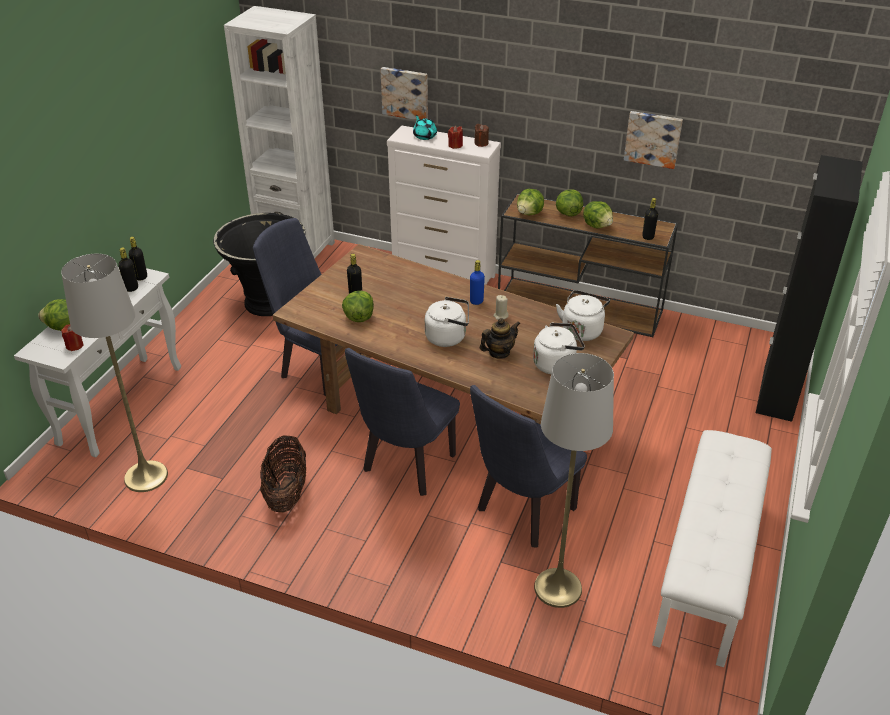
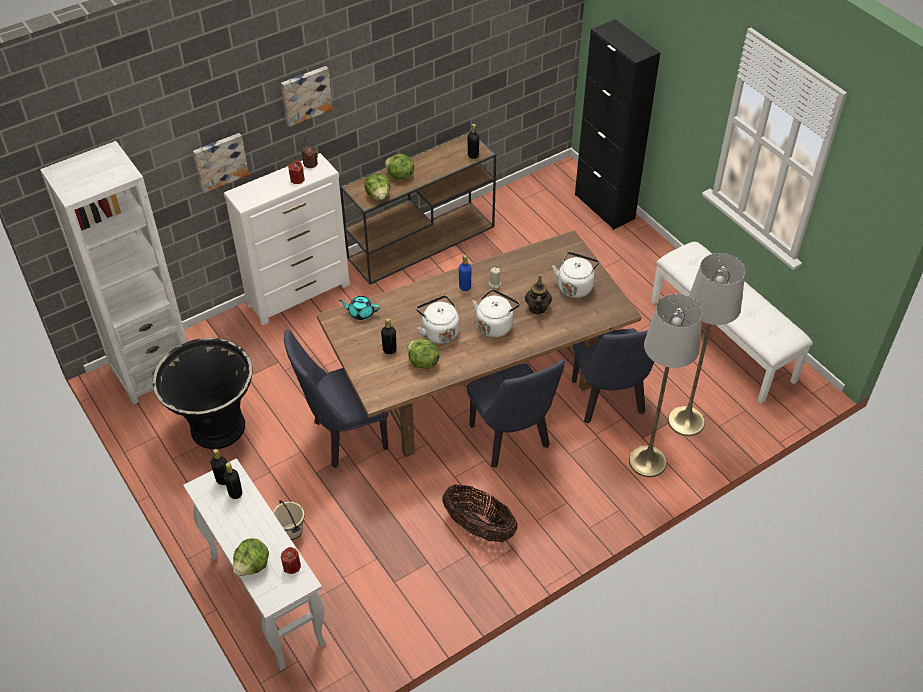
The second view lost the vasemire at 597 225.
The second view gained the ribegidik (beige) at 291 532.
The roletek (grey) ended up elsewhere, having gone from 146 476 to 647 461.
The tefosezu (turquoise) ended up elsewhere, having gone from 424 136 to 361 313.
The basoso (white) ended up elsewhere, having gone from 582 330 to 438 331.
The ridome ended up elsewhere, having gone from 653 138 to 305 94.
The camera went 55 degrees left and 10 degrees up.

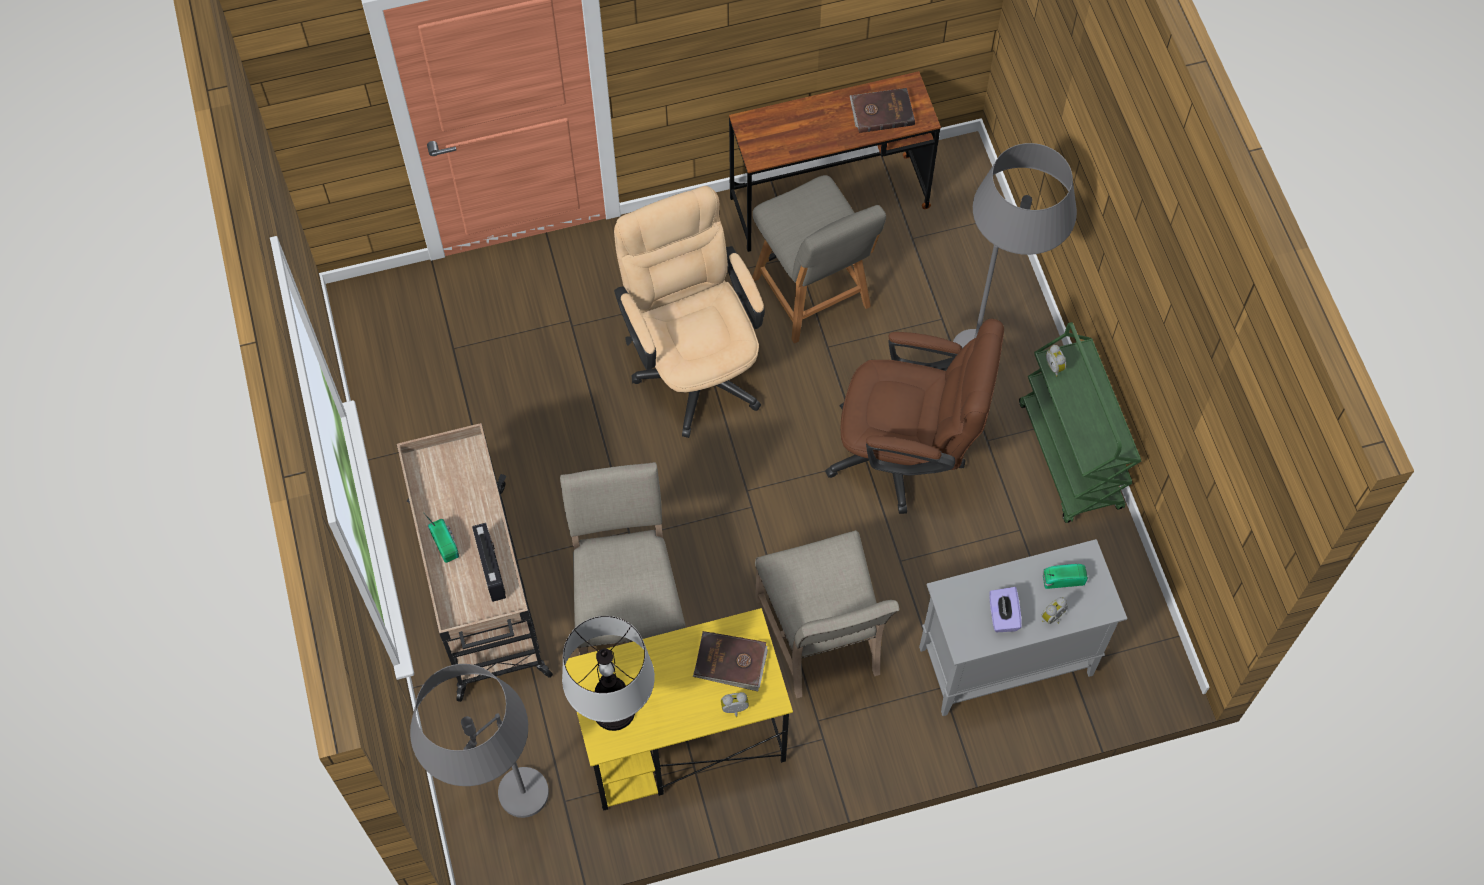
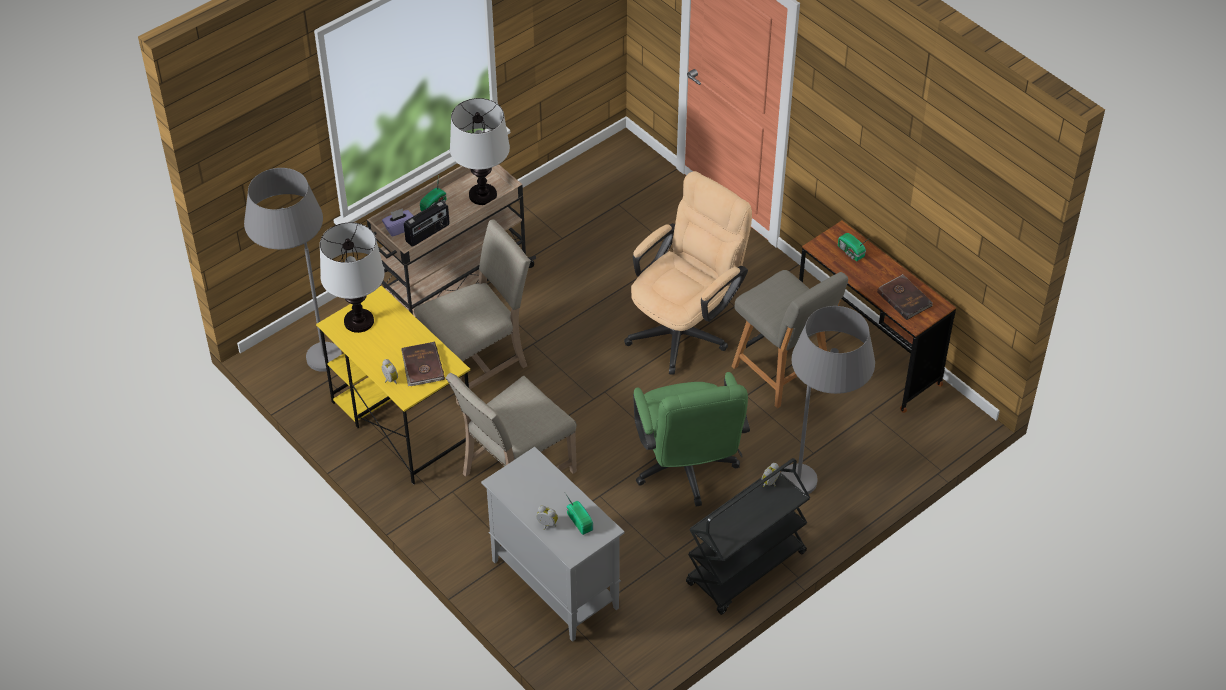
The second view gained the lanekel at 483 195.
The second view gained the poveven at 851 252.
The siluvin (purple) ended up elsewhere, having gone from 1003 616 to 399 228.
What was the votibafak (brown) at 907 455 turned into the votibafak (green) at 686 471.
What was the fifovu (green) at 1070 457 turned into the fifovu (black) at 746 569.
The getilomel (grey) at 813 295 ended up facing another way, 75 degrees counterclockwise from before.
The camera went 65 degrees right and 15 degrees down.

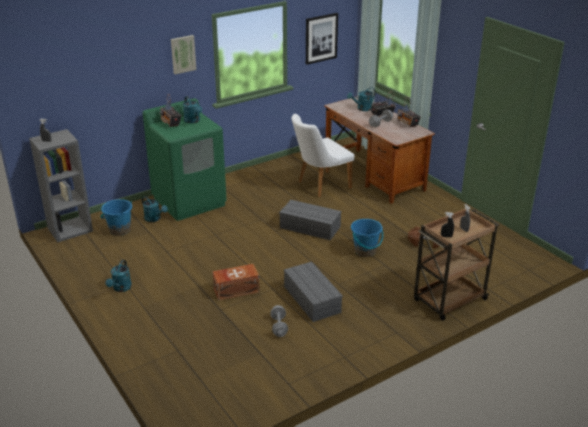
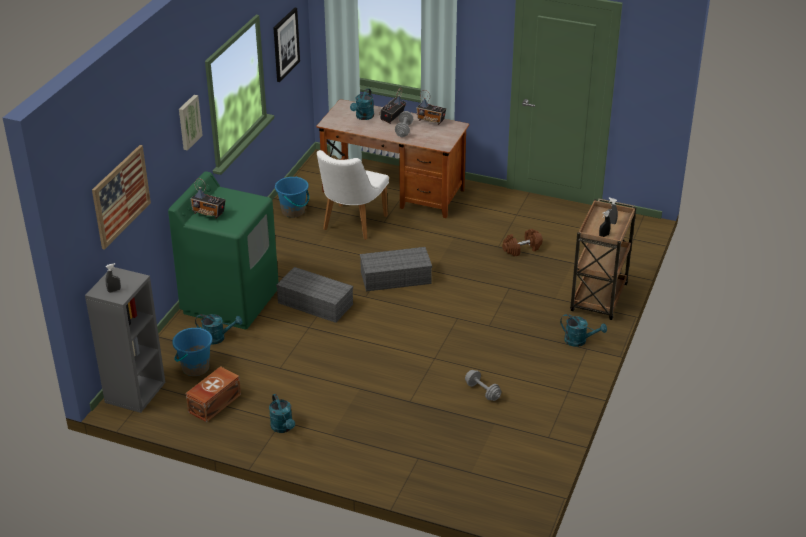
The second view gained the ridome at 121 196.
The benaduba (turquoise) ended up elsewhere, having gone from 193 121 to 579 341.
The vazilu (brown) ended up elsewhere, having gone from 235 290 to 213 403.
The vazilu (grey) ended up elsewhere, having gone from 311 299 to 314 303.
The ribegidik (blue) ended up elsewhere, having gone from 365 251 to 293 211.
The camera went 35 degrees left and 5 degrees up.

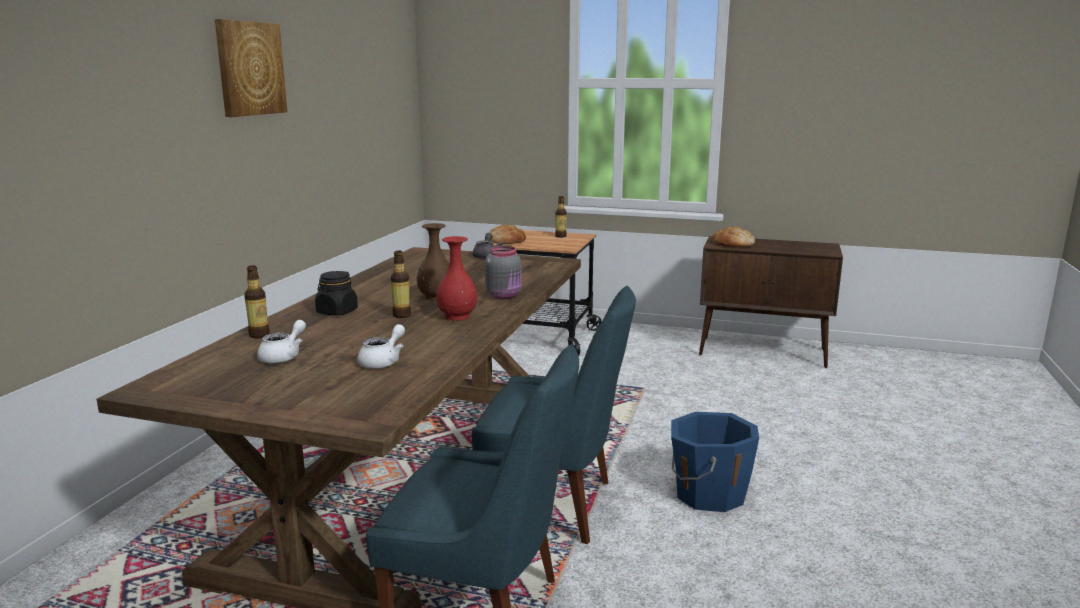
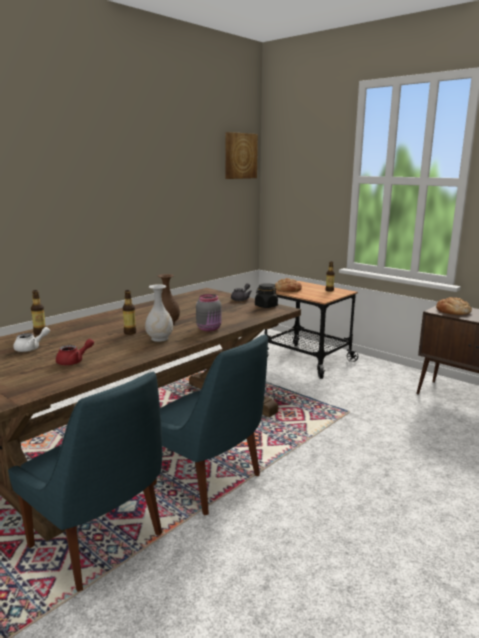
The second view lost the ribegidik (blue) at 708 493.
The ridome ended up elsewhere, having gone from 249 68 to 240 156.
The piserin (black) ended up elsewhere, having gone from 337 312 to 266 306.
What was the tefosezu (white) at 383 362 turned into the tefosezu (red) at 74 361.
What was the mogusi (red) at 457 316 turned into the mogusi (white) at 160 338.
The camera went 25 degrees right and 0 degrees up.

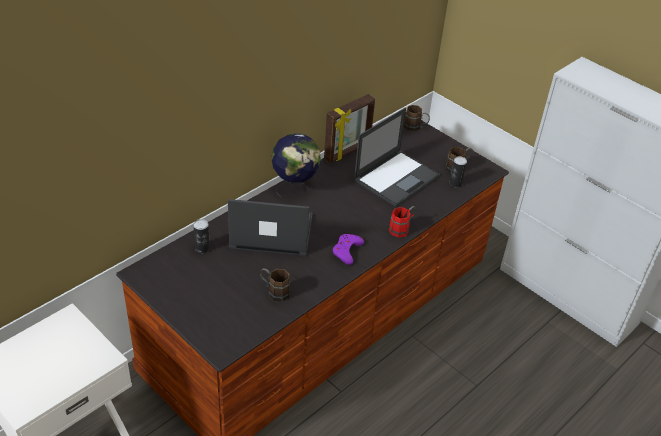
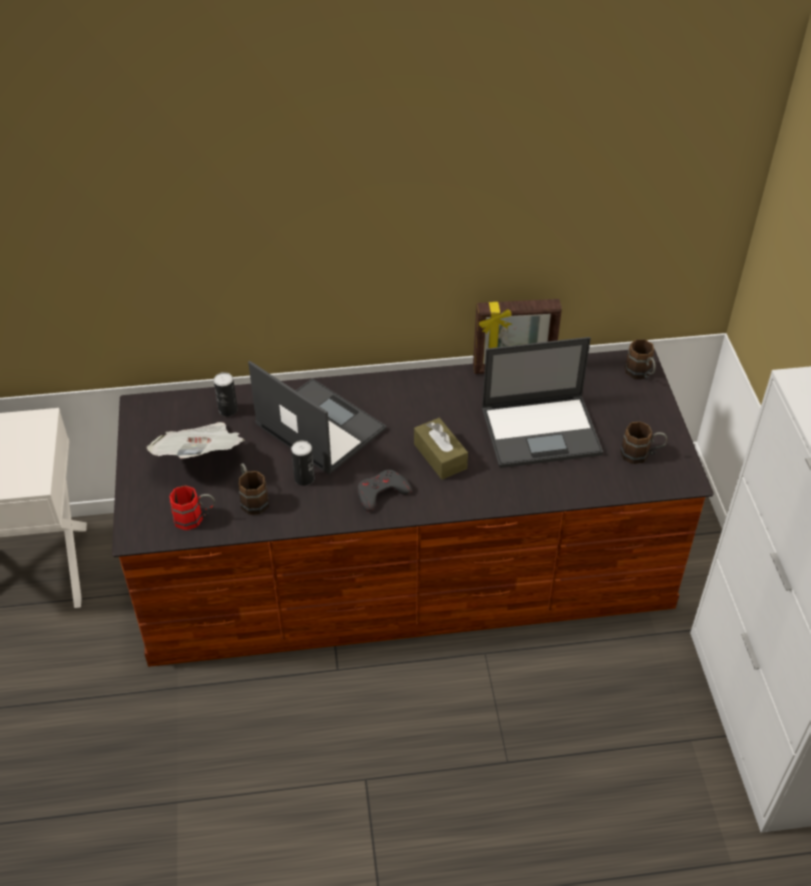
The second view lost the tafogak at 295 187.
The second view gained the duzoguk at 201 457.
The second view gained the siluvin (brown) at 440 456.
The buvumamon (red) ended up elsewhere, having gone from 402 229 to 195 518.
The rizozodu ended up elsewhere, having gone from 455 183 to 304 478.
What was the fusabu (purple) at 347 251 turned into the fusabu (grey) at 381 493.
The camera went 40 degrees right and 5 degrees up.

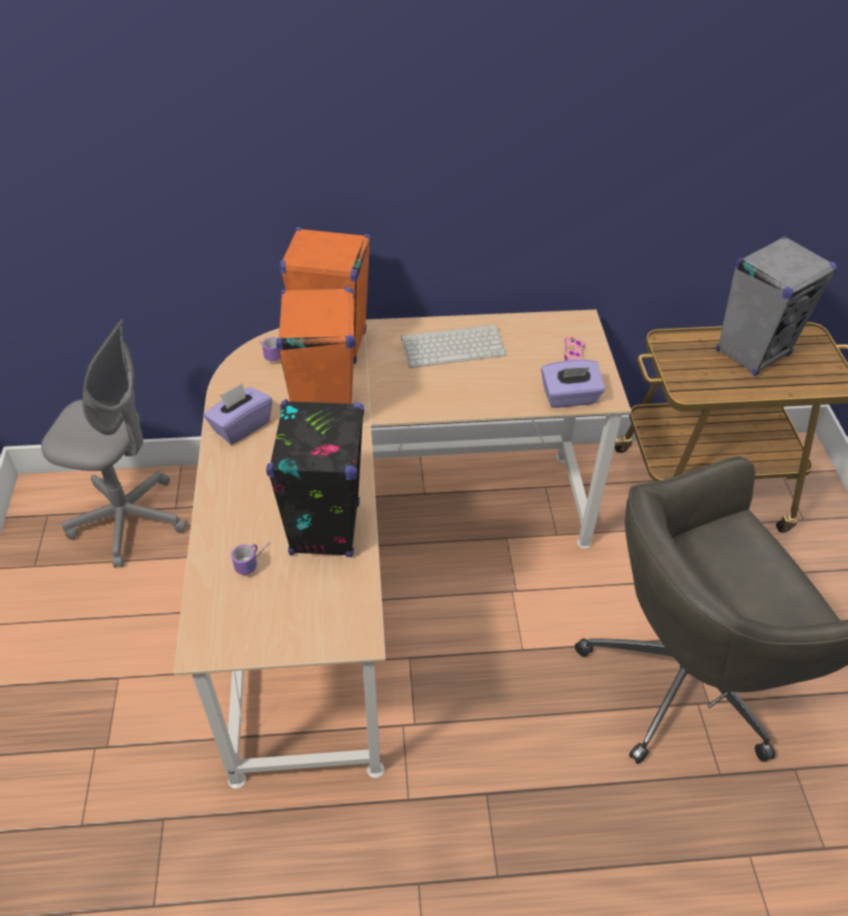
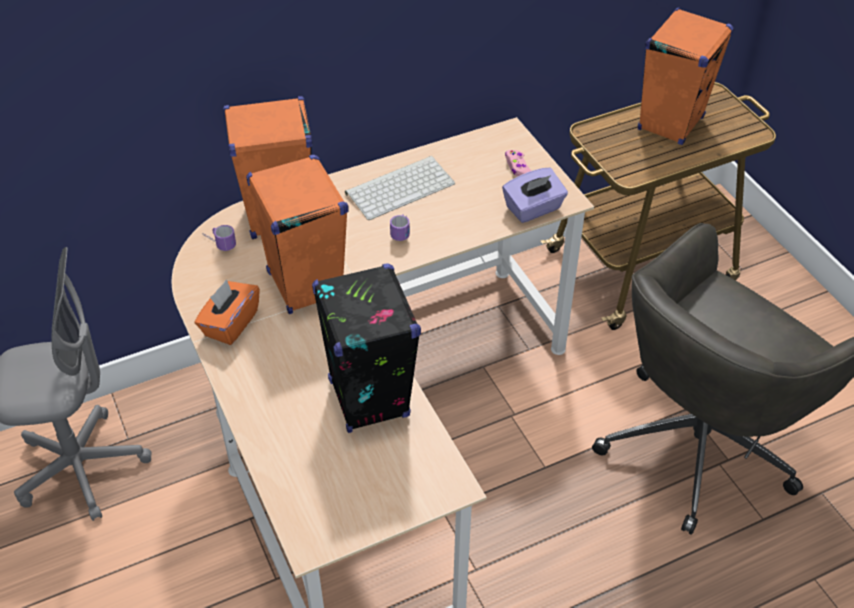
The buvumamon ended up elsewhere, having gone from 255 560 to 402 231.
What was the siluvin (purple) at 241 426 turned into the siluvin (orange) at 230 324.
What was the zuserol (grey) at 753 352 turned into the zuserol (orange) at 670 123.
The camera went 20 degrees left and 0 degrees up.

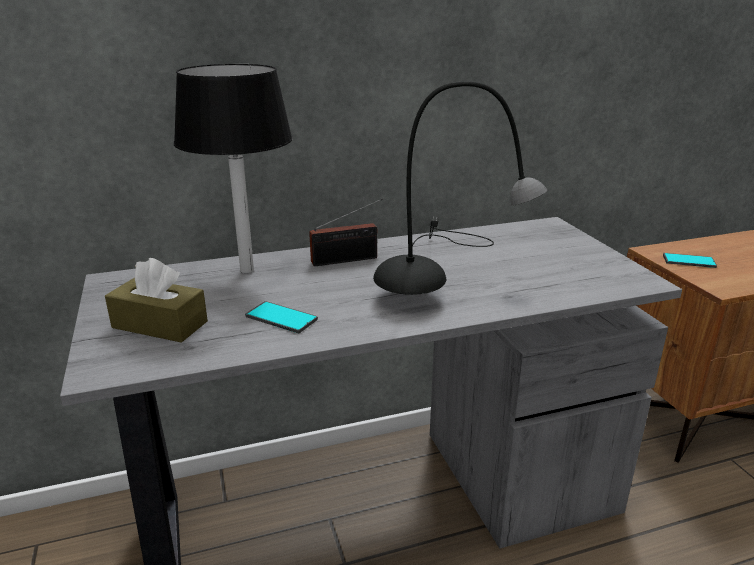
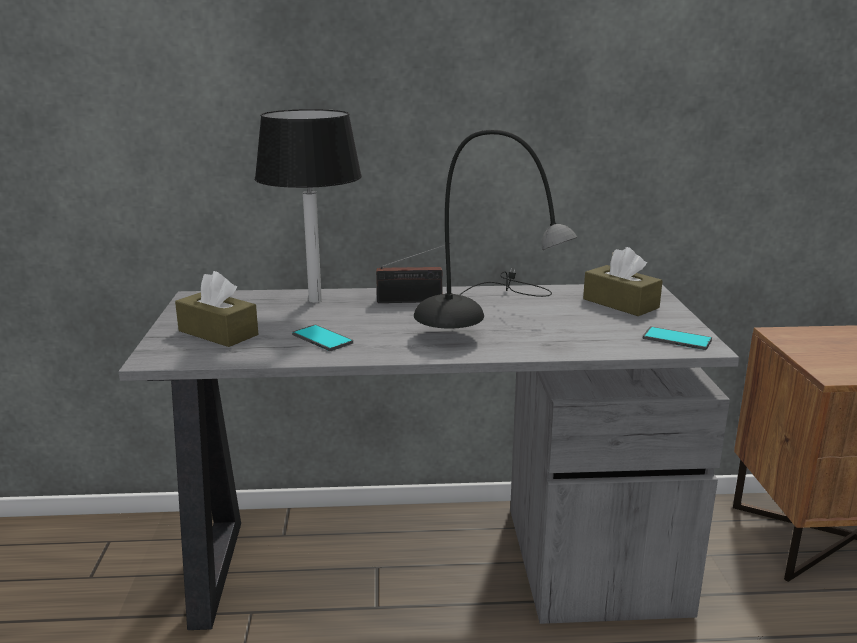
The second view gained the siluvin (brown) at 620 303.
The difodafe ended up elsewhere, having gone from 689 261 to 676 339.
The camera went 15 degrees right and 5 degrees down.

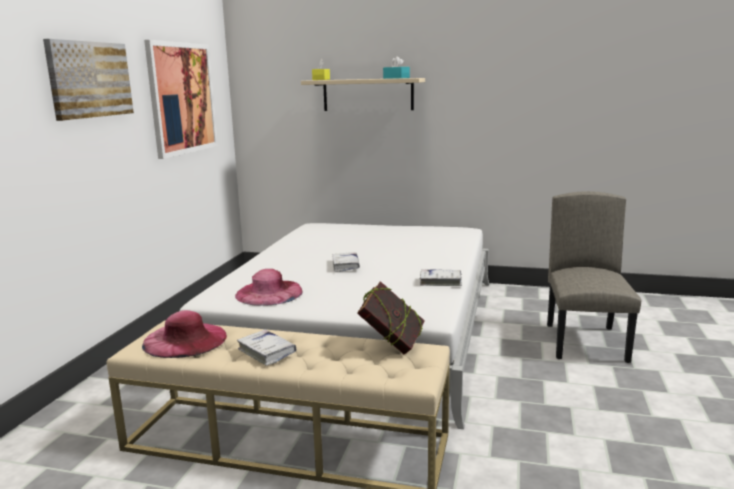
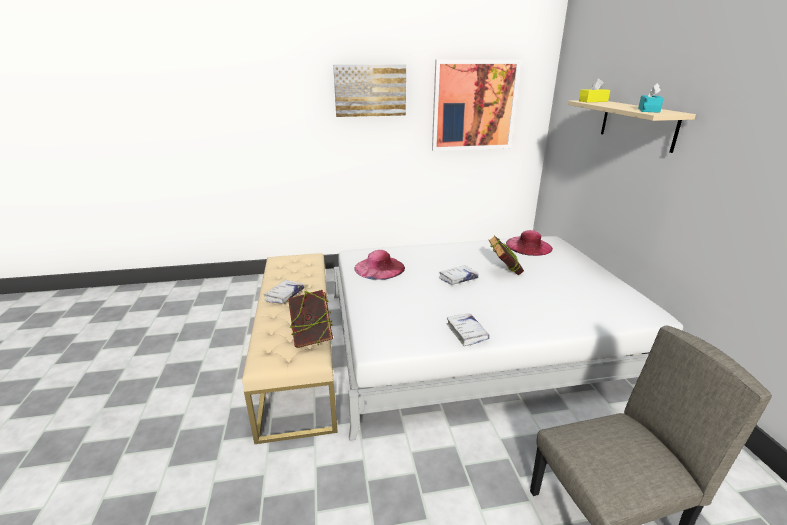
The second view gained the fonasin at 504 272.
The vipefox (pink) ended up elsewhere, having gone from 185 339 to 529 246.
The camera went 65 degrees right and 10 degrees up.

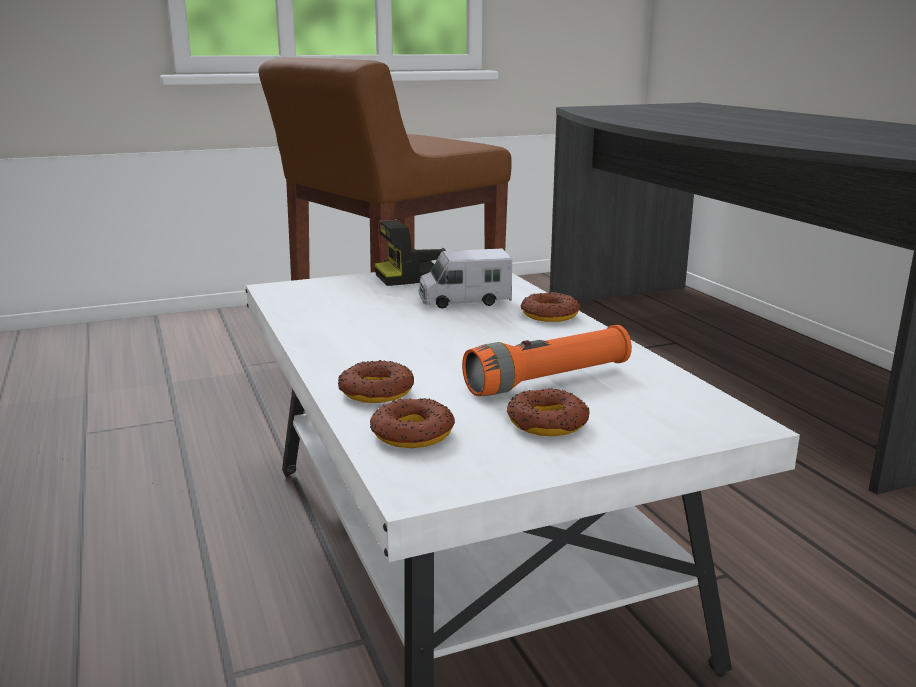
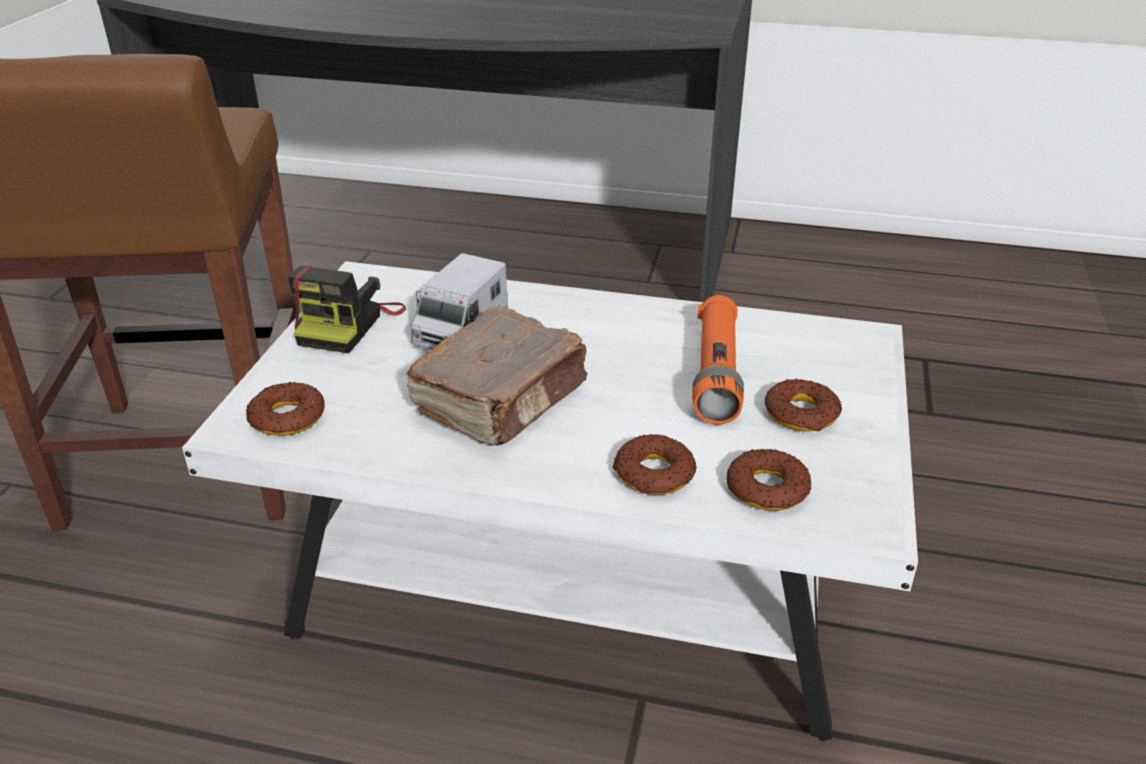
The second view gained the fonasin (brown) at 503 399.
The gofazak ended up elsewhere, having gone from 549 315 to 287 417.
The camera went 55 degrees left and 15 degrees up.

